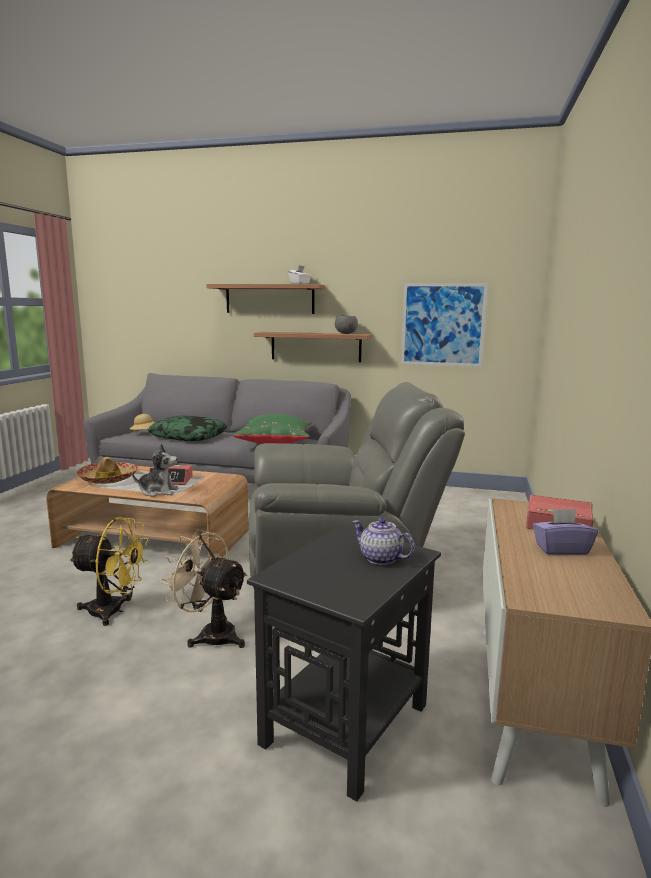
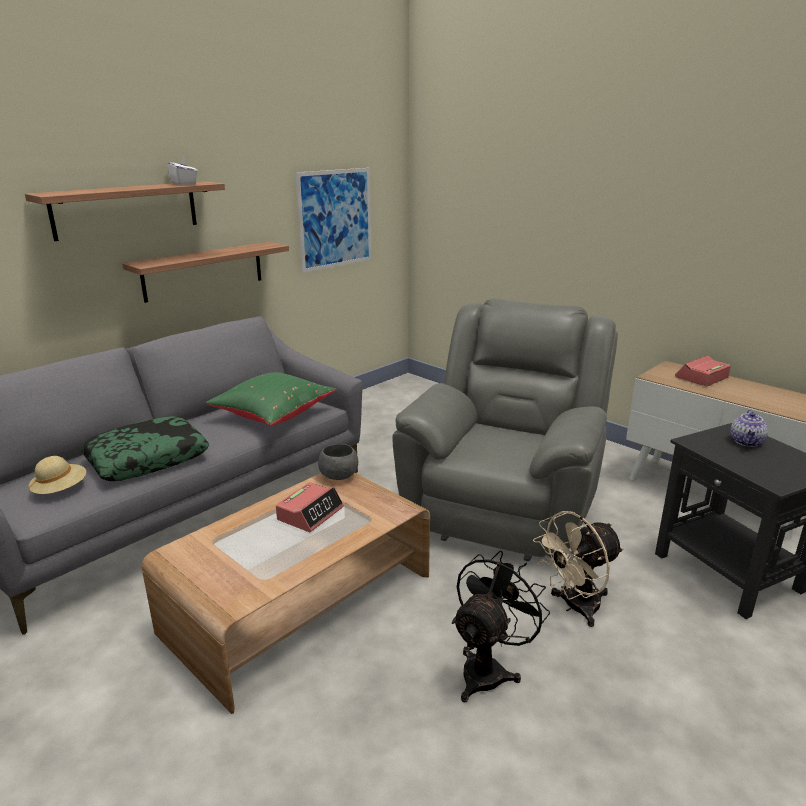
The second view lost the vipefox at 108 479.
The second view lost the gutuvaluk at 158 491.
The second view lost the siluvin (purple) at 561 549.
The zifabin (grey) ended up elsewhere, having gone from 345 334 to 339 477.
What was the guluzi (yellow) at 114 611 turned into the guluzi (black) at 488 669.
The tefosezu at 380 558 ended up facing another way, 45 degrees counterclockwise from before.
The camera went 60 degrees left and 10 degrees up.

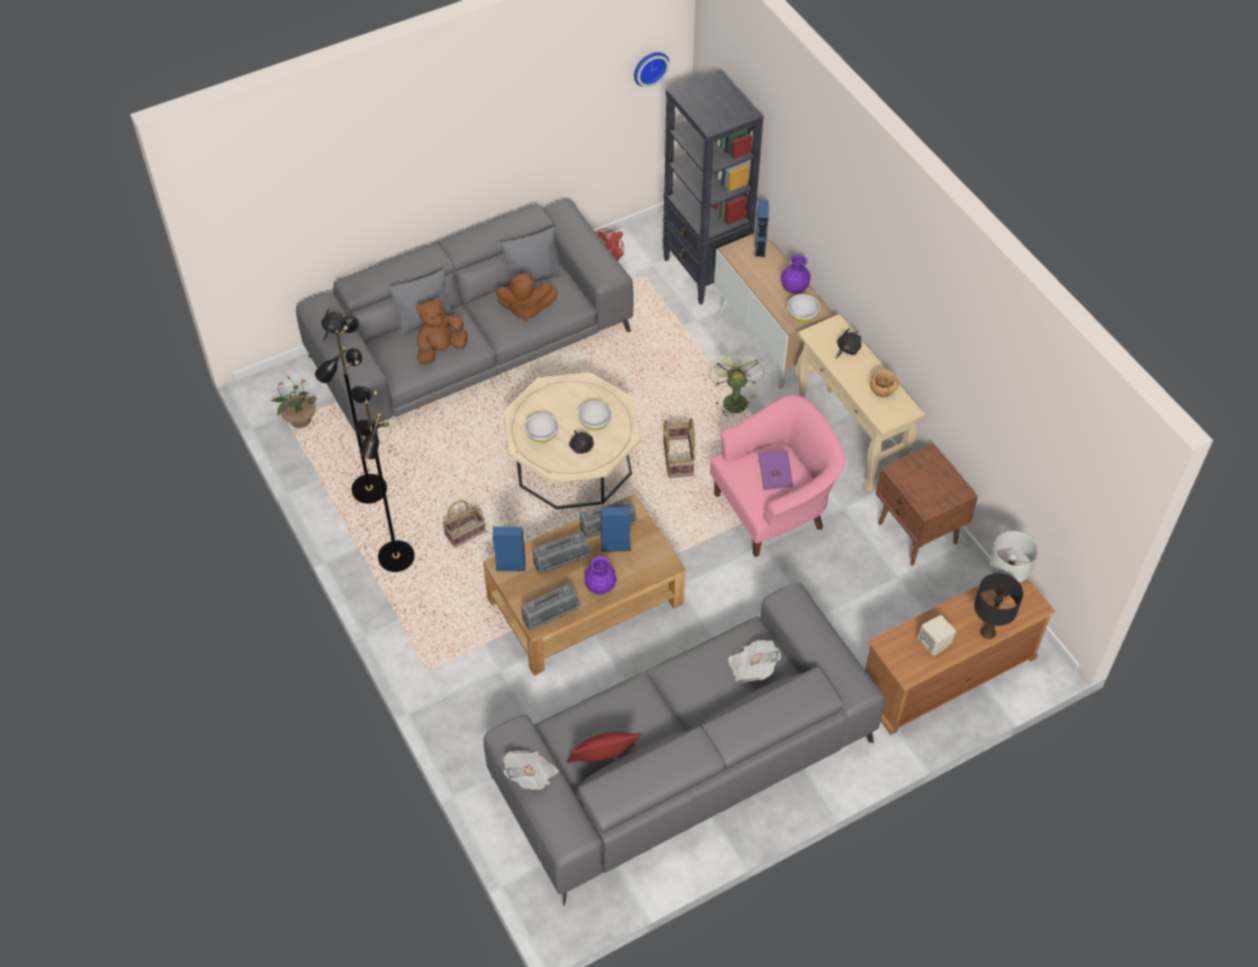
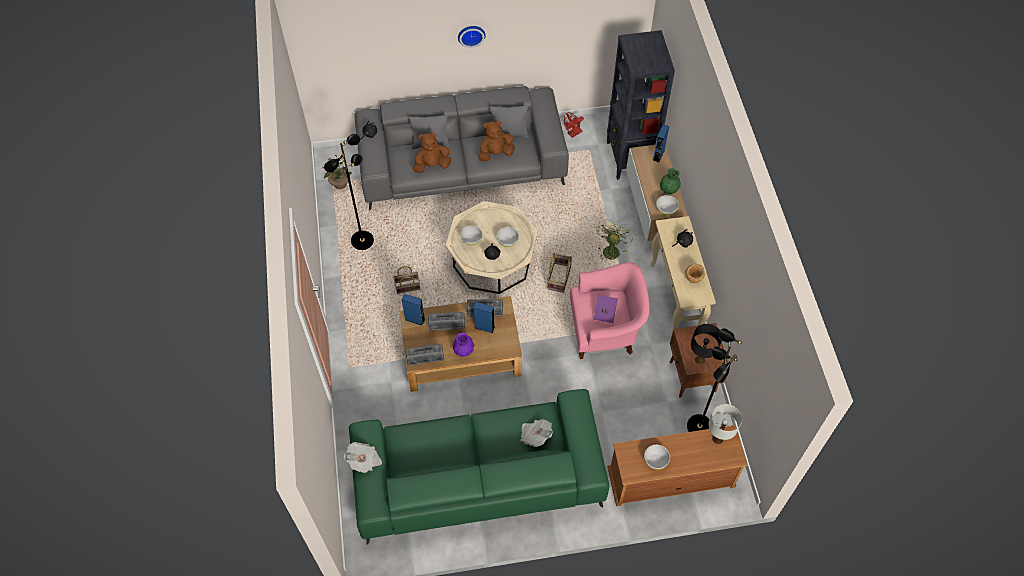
The second view lost the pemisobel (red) at 603 761.
The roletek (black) ended up elsewhere, having gone from 395 557 to 698 426.
The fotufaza ended up elsewhere, having gone from 649 67 to 471 34.
The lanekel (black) ended up elsewhere, having gone from 988 632 to 700 359.
Where the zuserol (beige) stood at 934 644, the zifabin (white) came to stand at 656 460.
What was the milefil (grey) at 683 760 turned into the milefil (green) at 478 477.
What was the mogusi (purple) at 794 289 turned into the mogusi (green) at 668 190.
The gutuvaluk (brown) at 526 309 ended up facing another way, 135 degrees clockwise from before.
The camera went 20 degrees right and 5 degrees up.

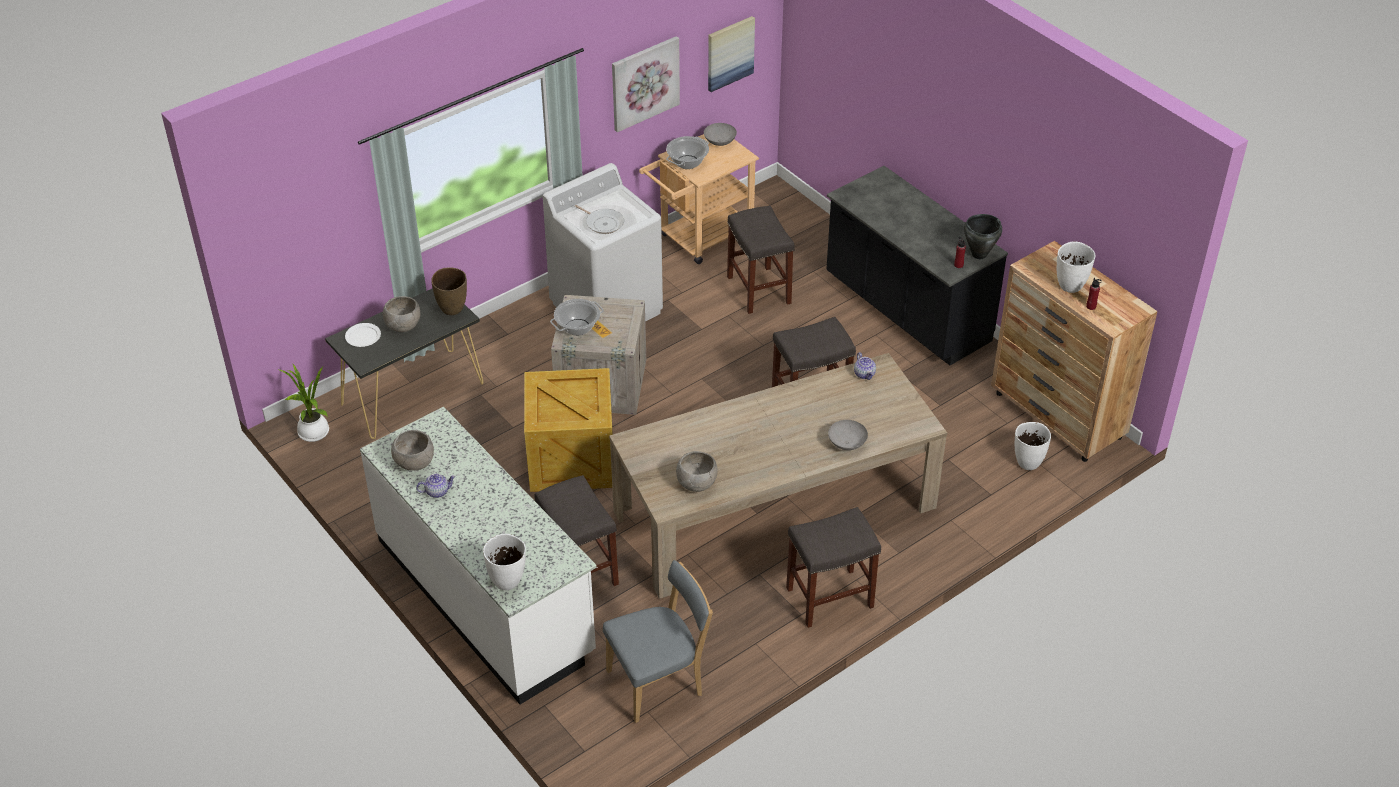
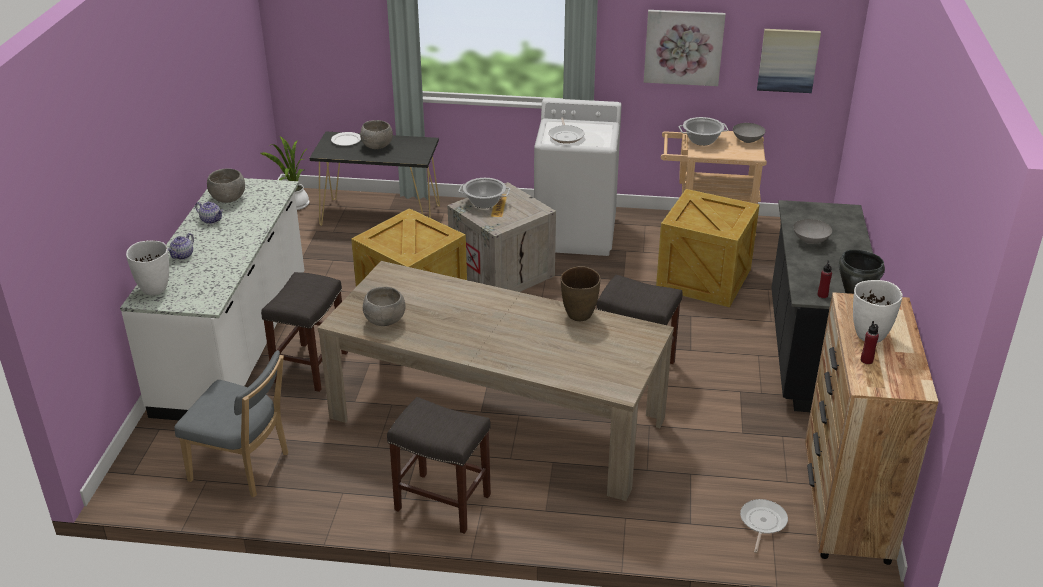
The mogusi (brown) ended up elsewhere, having gone from 452 309 to 579 315.
The zifabin (grey) ended up elsewhere, having gone from 847 444 to 811 241.
The tefosezu ended up elsewhere, having gone from 864 374 to 183 255.
Where the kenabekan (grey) stood at 759 290, the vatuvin came to stand at 704 279.
Where the mogusi (white) stood at 1027 462, the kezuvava came to stand at 762 522.
The camera went 45 degrees right and 10 degrees down.

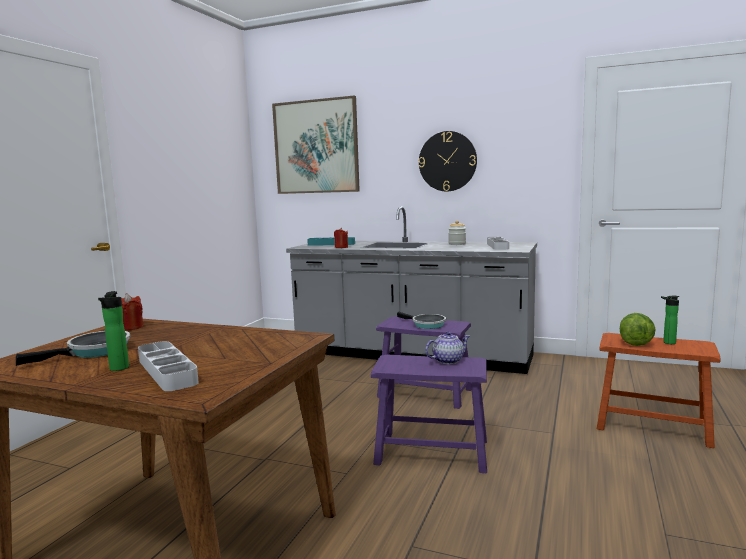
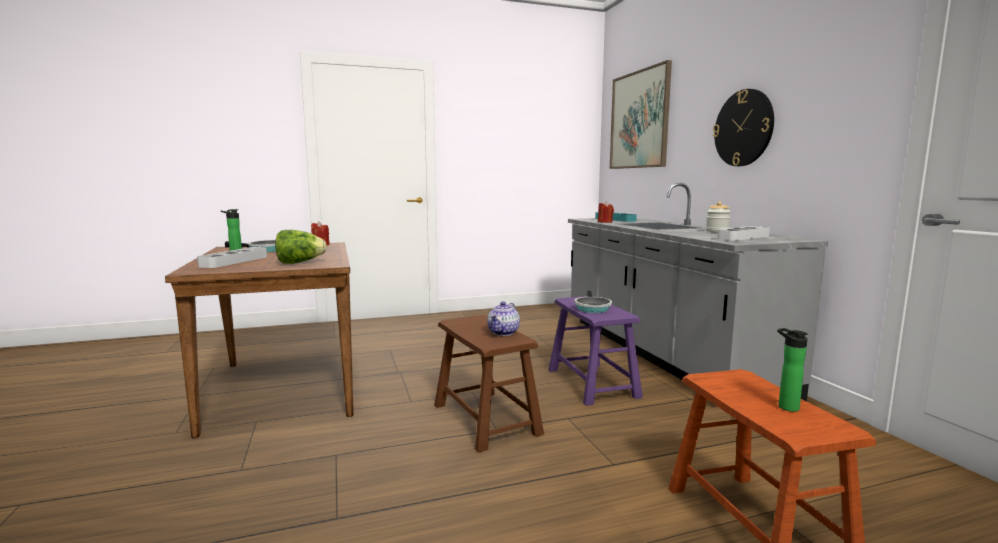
The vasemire ended up elsewhere, having gone from 635 342 to 300 262.
What was the kenabekan (purple) at 432 451 turned into the kenabekan (brown) at 485 419.
The tefosezu at 448 360 ended up facing another way, 90 degrees clockwise from before.
The camera went 50 degrees right and 0 degrees up.

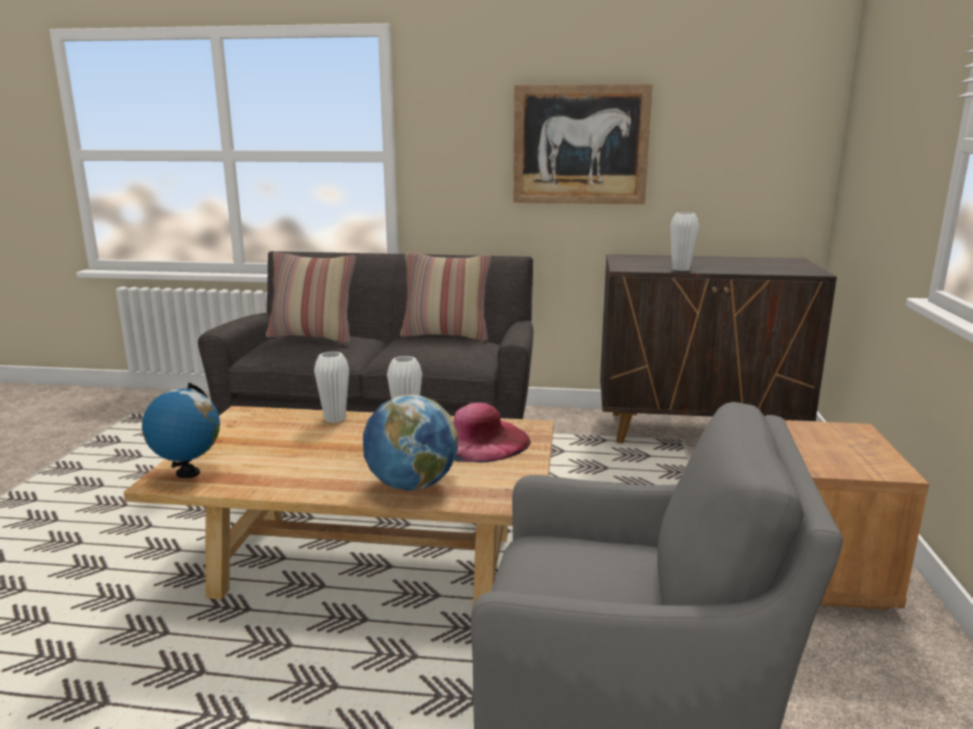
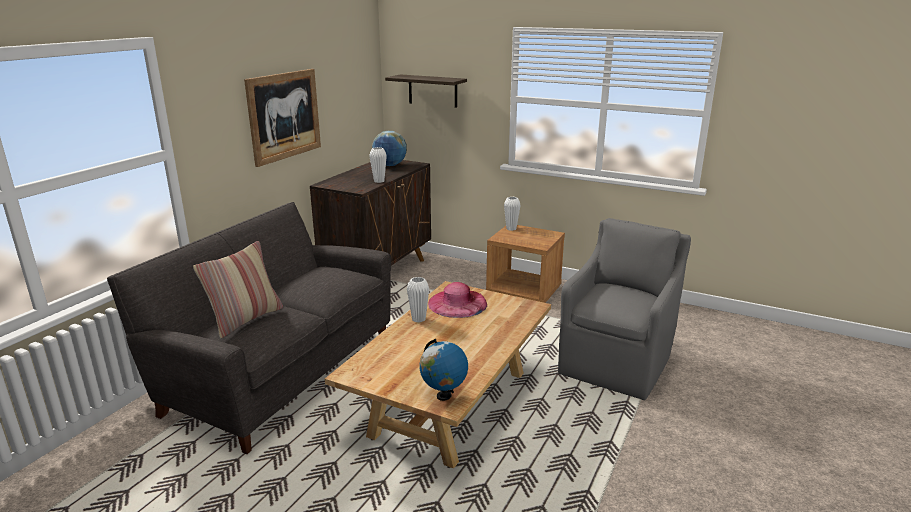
The second view lost the pemisobel at 446 335.
The second view gained the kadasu at 432 91.
The mogusi (white) ended up elsewhere, having gone from 335 419 to 511 229.
The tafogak ended up elsewhere, having gone from 411 485 to 390 165.
The camera went 70 degrees left and 5 degrees up.

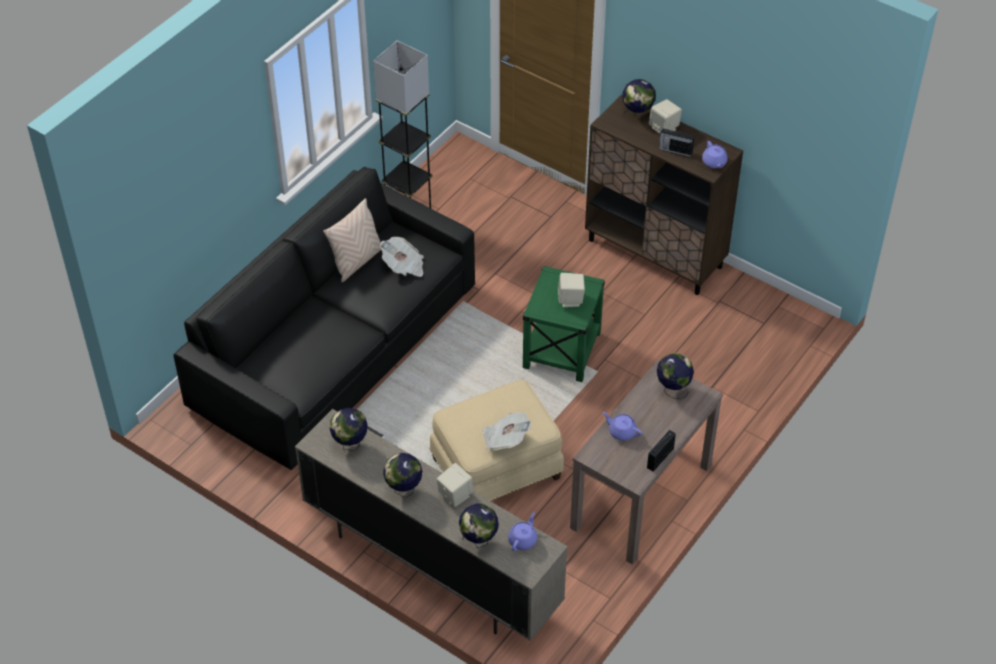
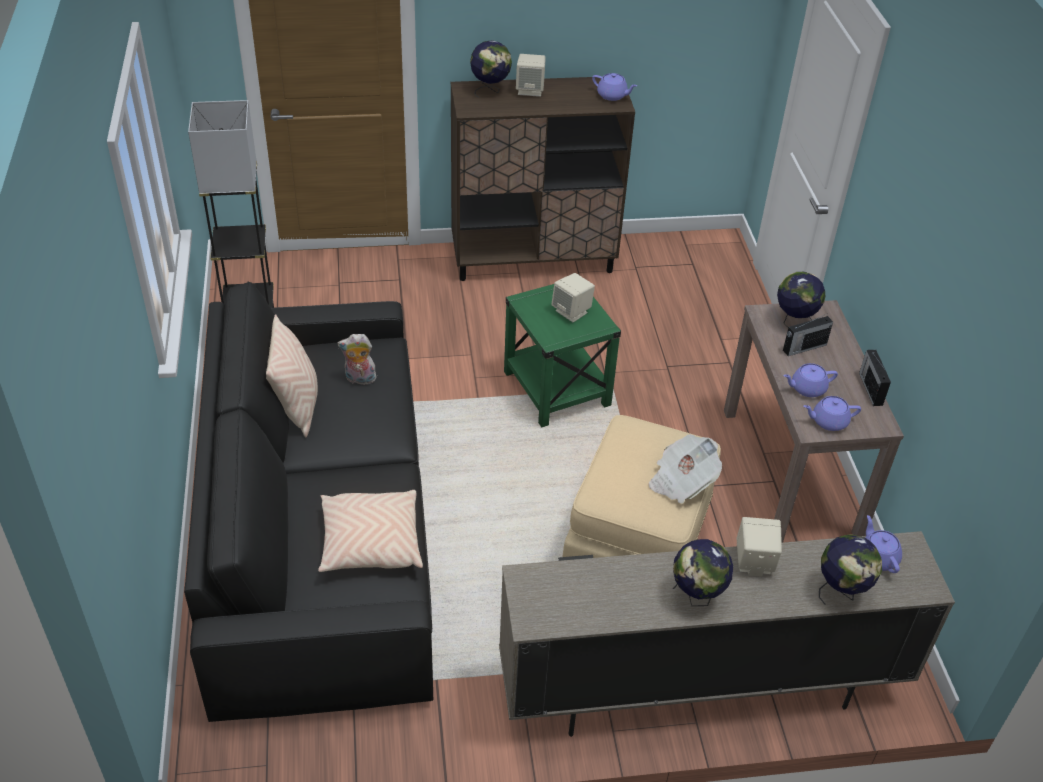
The second view lost the tafogak at 350 444.
The second view gained the pemisobel (beige) at 370 543.
The second view gained the tefosezu (purple) at 828 421.
The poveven ended up elsewhere, having gone from 675 150 to 803 348.
Where the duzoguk stood at 403 266, the gutuvaluk came to stand at 359 379.
The camera went 45 degrees left and 5 degrees down.

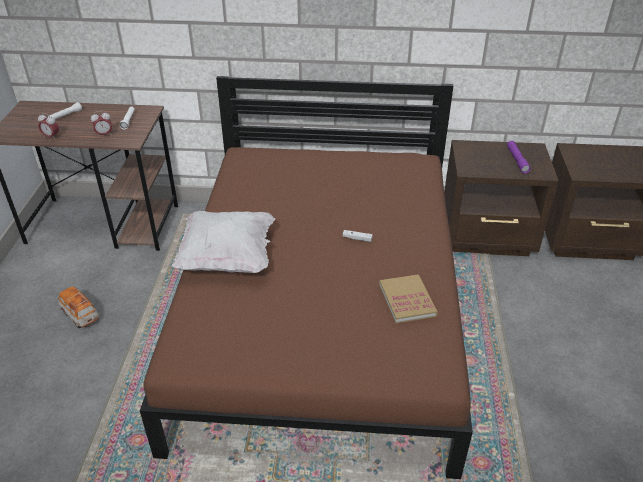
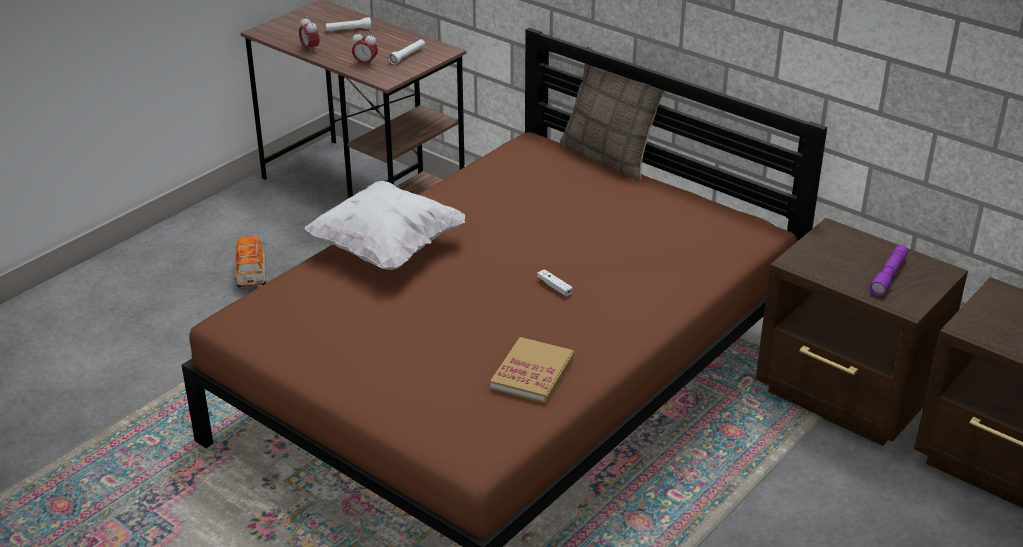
The second view gained the pemisobel at 610 157.
The camera went 35 degrees right and 5 degrees down.

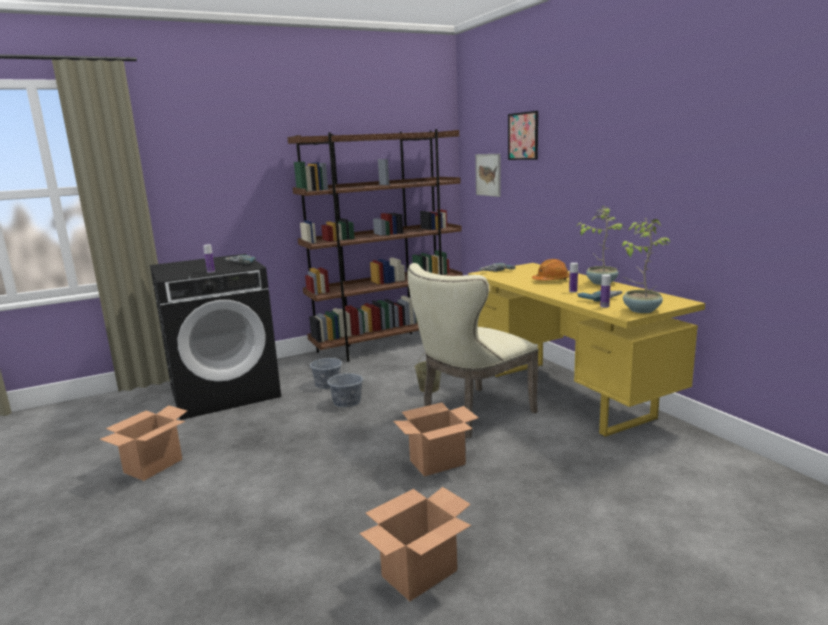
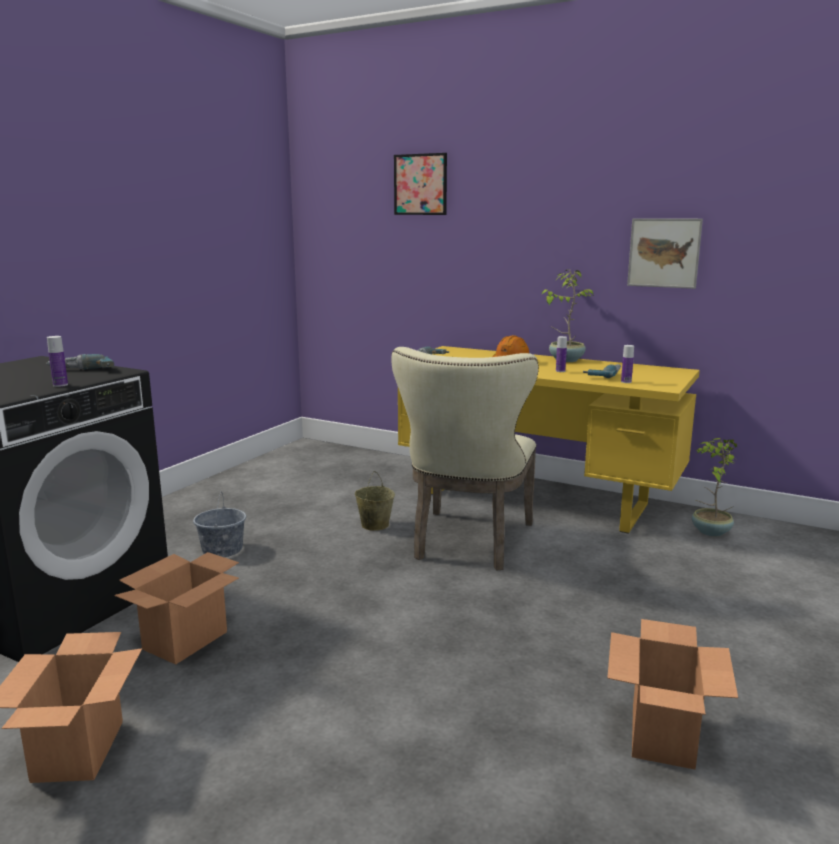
The second view lost the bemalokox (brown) at 389 344.
The second view lost the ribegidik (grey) at 347 402.
The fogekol ended up elsewhere, having gone from 438 462 to 186 640.
The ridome ended up elsewhere, having gone from 488 175 to 664 253.
The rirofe ended up elsewhere, having gone from 640 310 to 710 531.
The camera went 35 degrees left and 0 degrees up.

